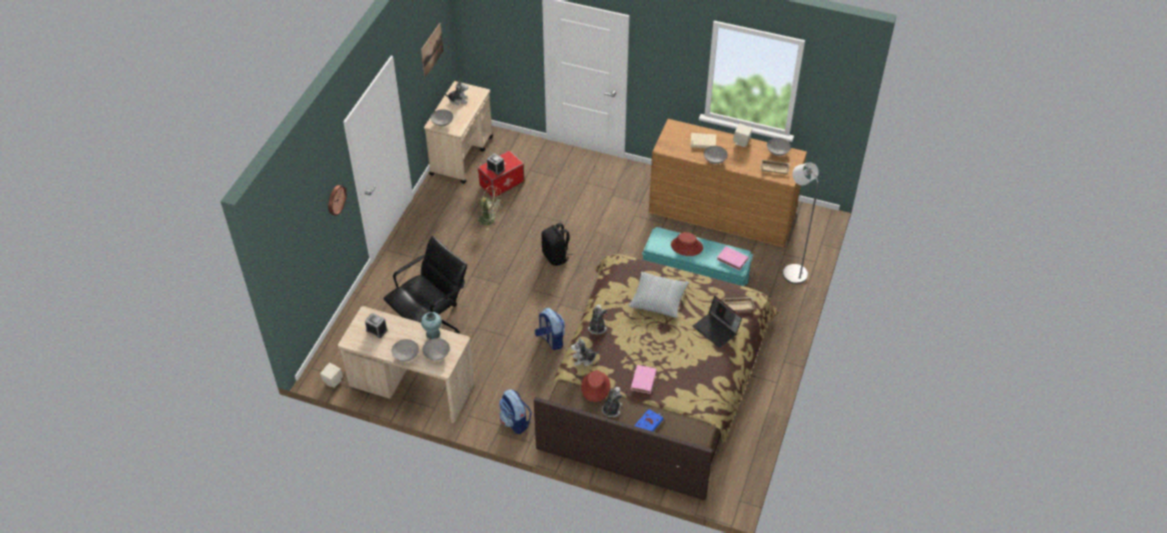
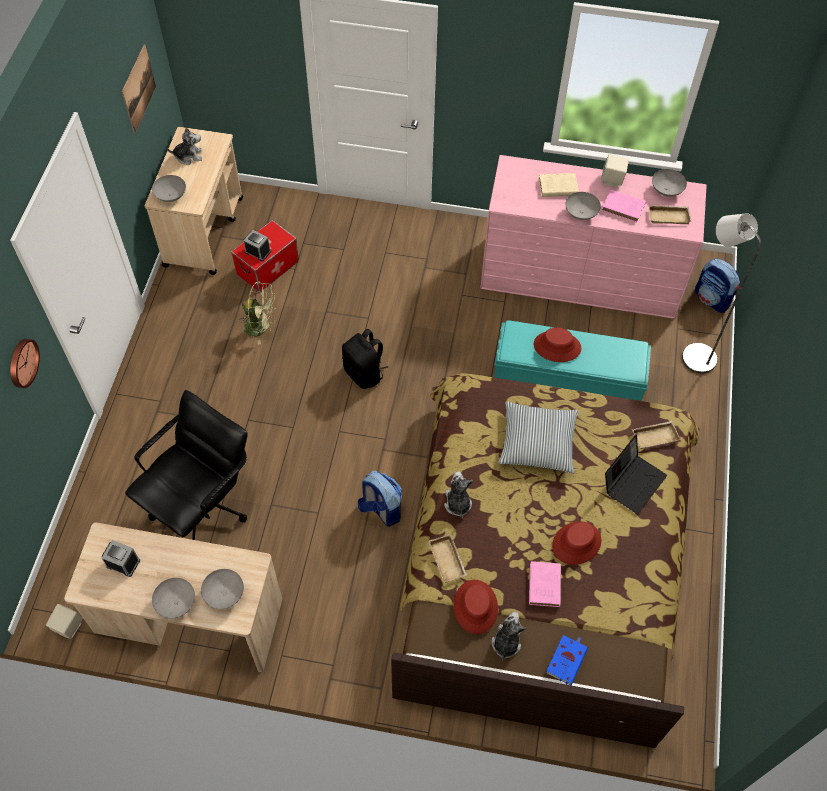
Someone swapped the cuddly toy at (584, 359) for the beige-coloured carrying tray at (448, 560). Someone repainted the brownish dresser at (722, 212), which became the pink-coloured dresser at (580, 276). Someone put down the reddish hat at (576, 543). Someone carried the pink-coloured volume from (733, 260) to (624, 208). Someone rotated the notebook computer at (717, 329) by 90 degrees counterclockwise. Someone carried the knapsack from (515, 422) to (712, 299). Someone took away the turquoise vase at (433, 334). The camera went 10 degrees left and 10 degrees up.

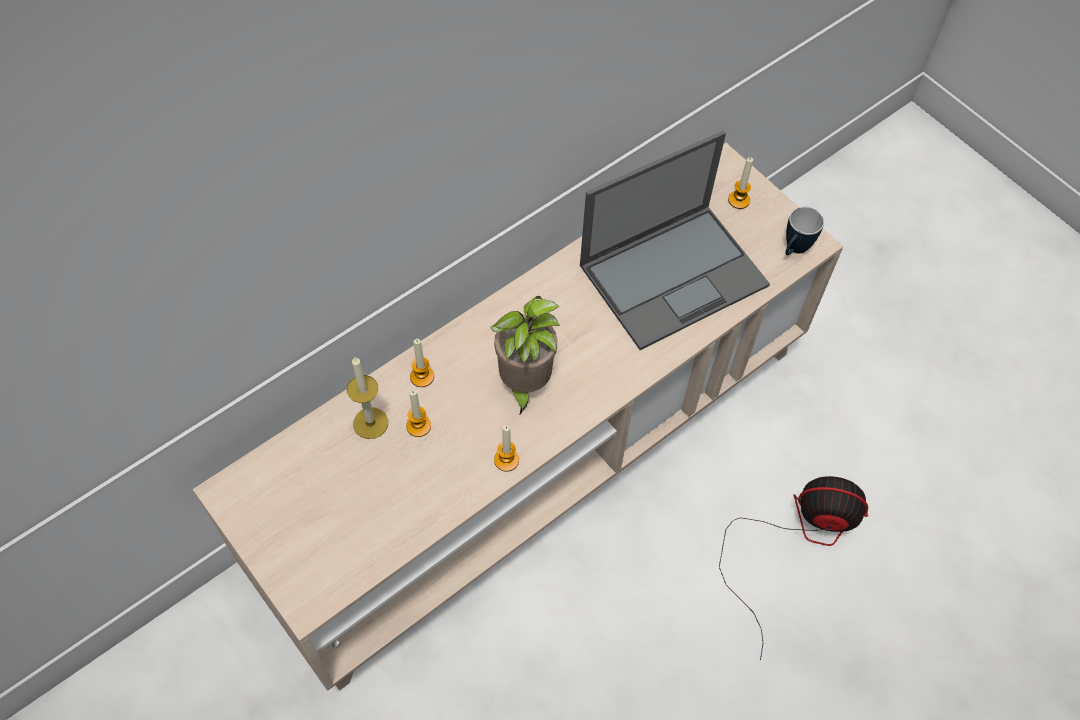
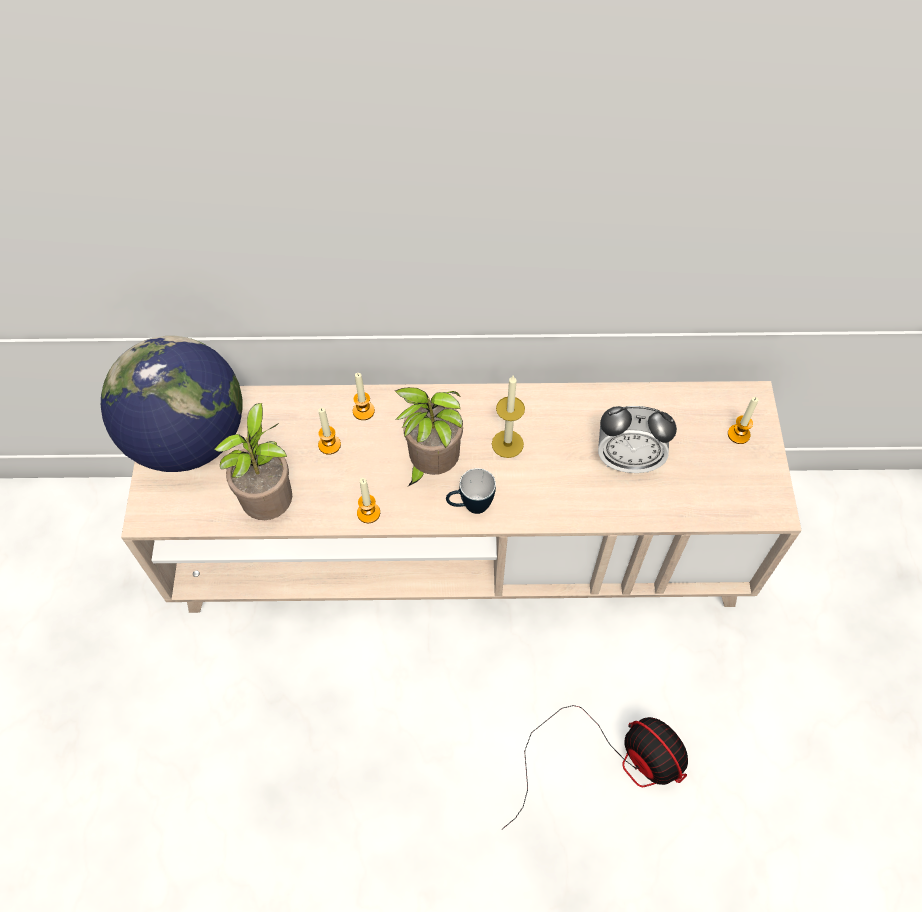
Someone put down the world globe at (189, 439). Someone put down the plant in a pot at (272, 504). Someone carried the coffee mug from (793, 250) to (470, 506). Someone carried the candle from (370, 423) to (507, 444). Someone swapped the notebook computer at (675, 274) for the table clock at (628, 459). The camera went 40 degrees right and 0 degrees up.

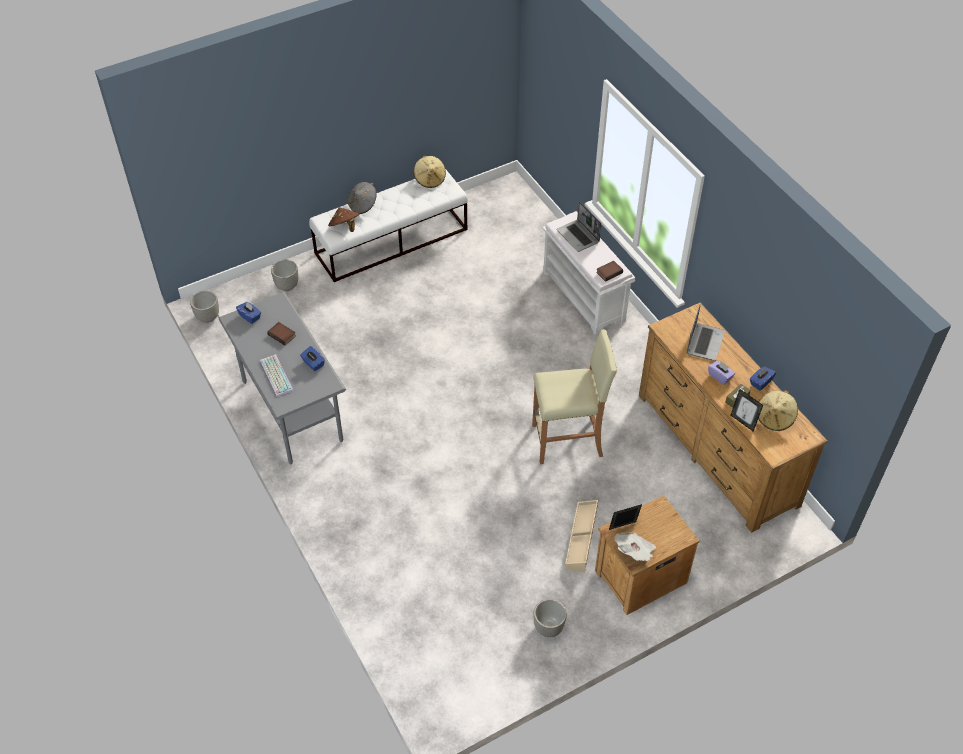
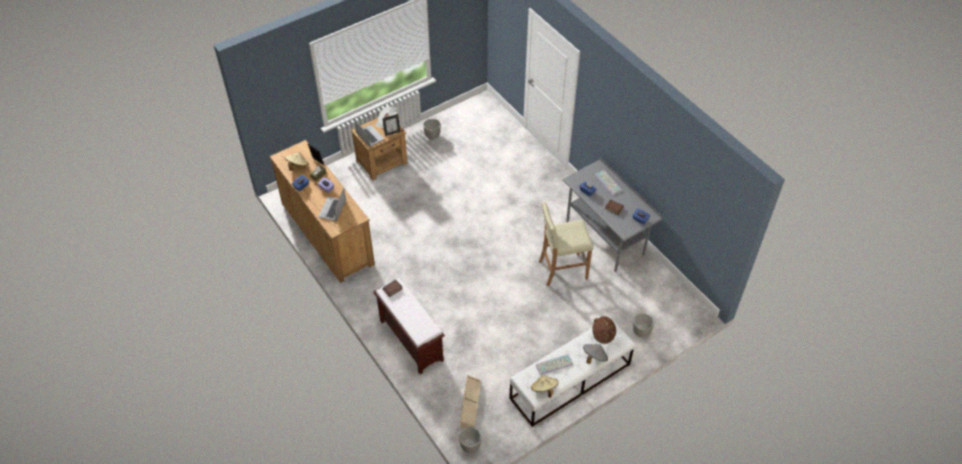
Someone carried the notebook computer from (578, 236) to (369, 136). Someone repainted the whitish bench at (584, 296), which became the brownish bench at (410, 340). Someone carried the plant pot from (208, 317) to (470, 447). Someone carried the beige-coloured storage box from (582, 539) to (470, 404). Someone put down the PC keyboard at (554, 365). Someone carried the beige-coloured stool from (568, 441) to (562, 270). The camera went 175 degrees right and 0 degrees up.

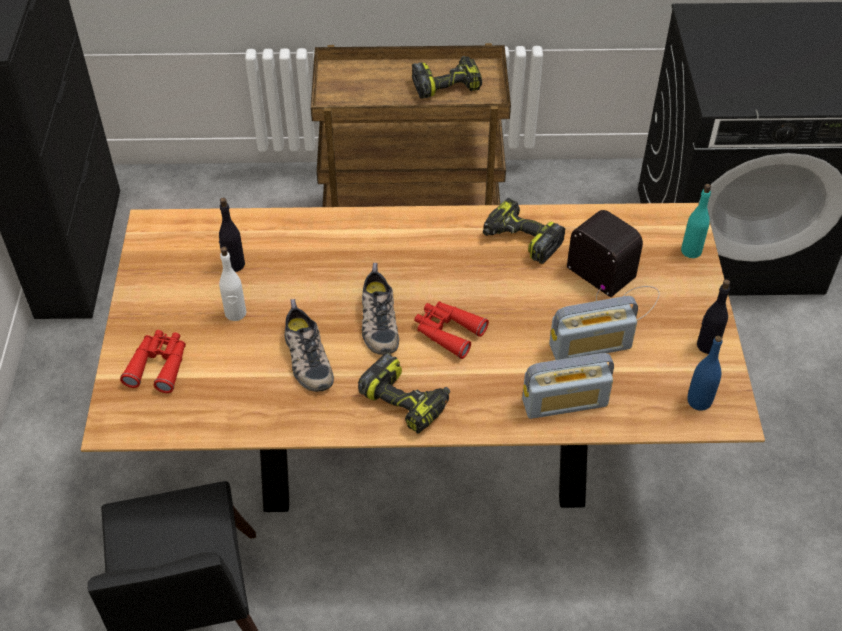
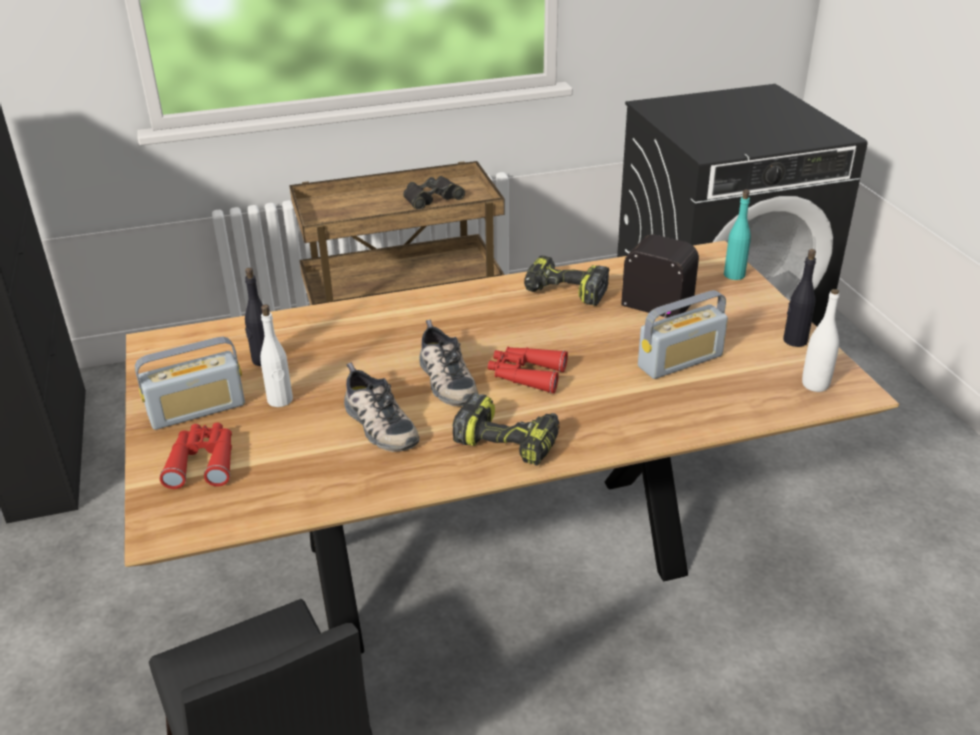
Someone carried the radio set from (565, 402) to (197, 410). Someone swapped the drill at (447, 84) for the black-coloured field glasses at (432, 198). Someone repainted the blue-coloured drink bottle at (699, 401), which became the whitish drink bottle at (815, 385). The camera went 15 degrees left and 15 degrees down.

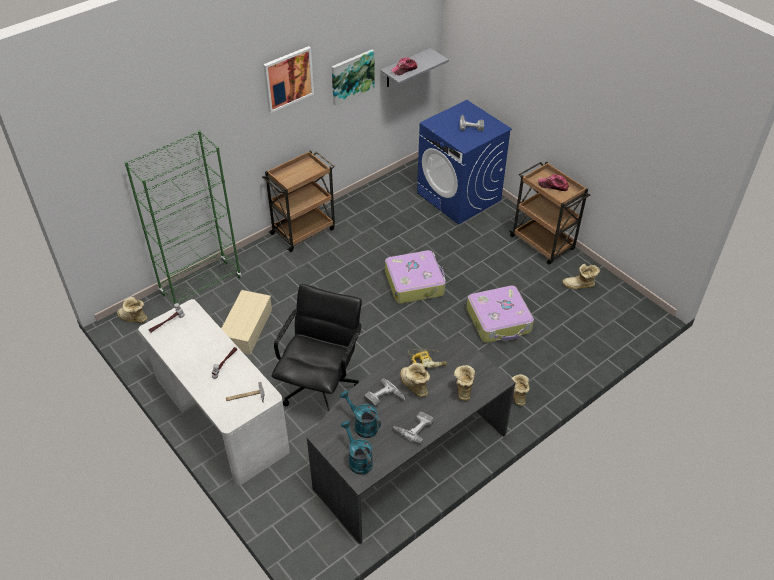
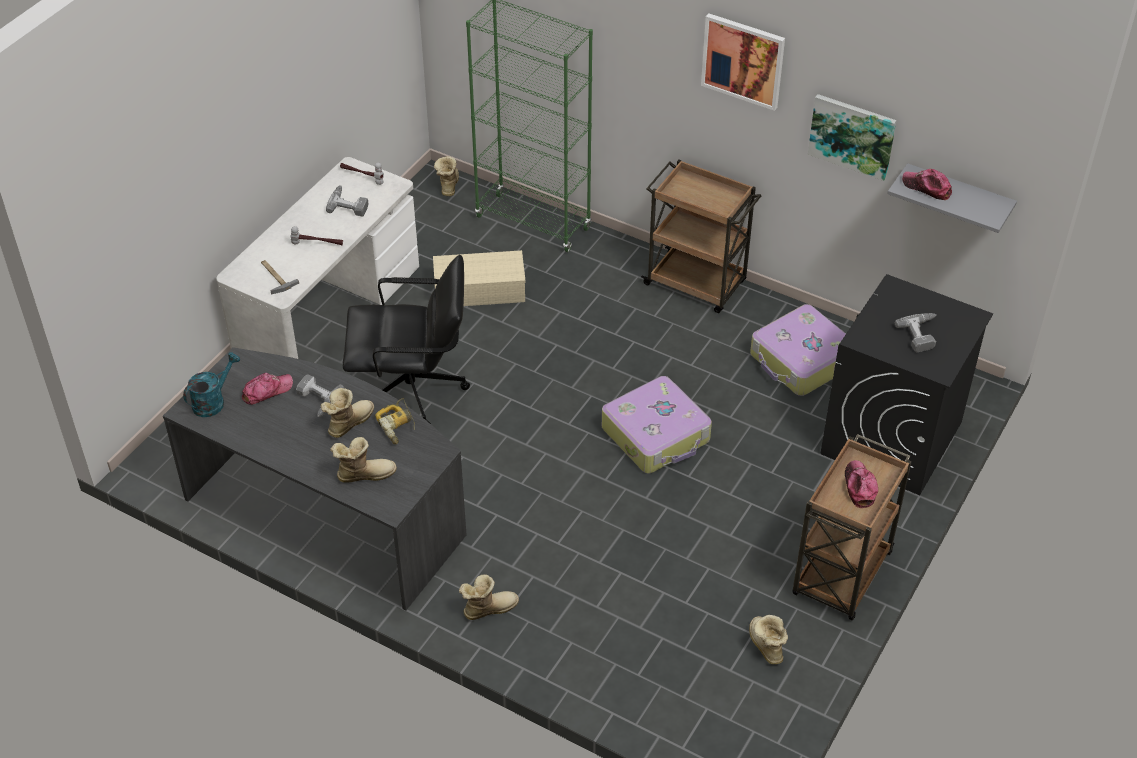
Someone swapped the turquoise sprinkling can at (362, 425) for the baseball cap at (267, 391). Someone carried the drill from (413, 428) to (349, 204). Someone carried the piece of luggage from (499, 321) to (801, 361). Someone repainted the blue-coloured laundry machine at (459, 196), which became the black-coloured laundry machine at (891, 438). The camera went 70 degrees right and 0 degrees up.

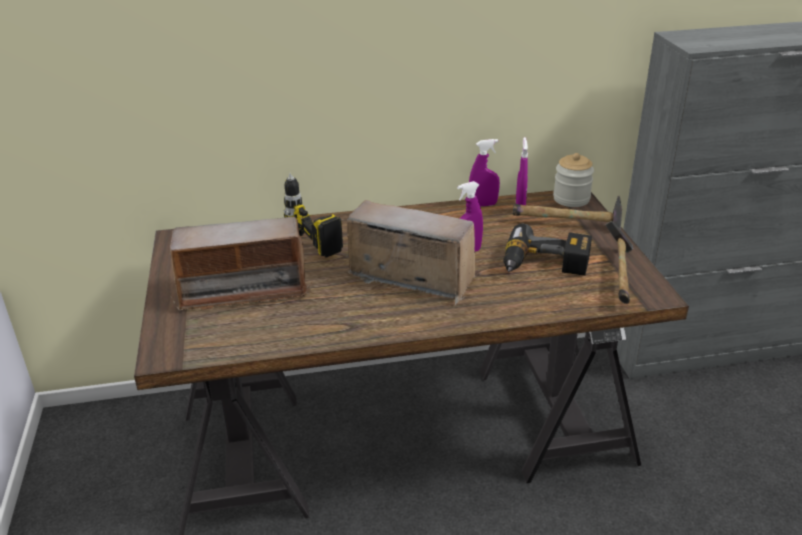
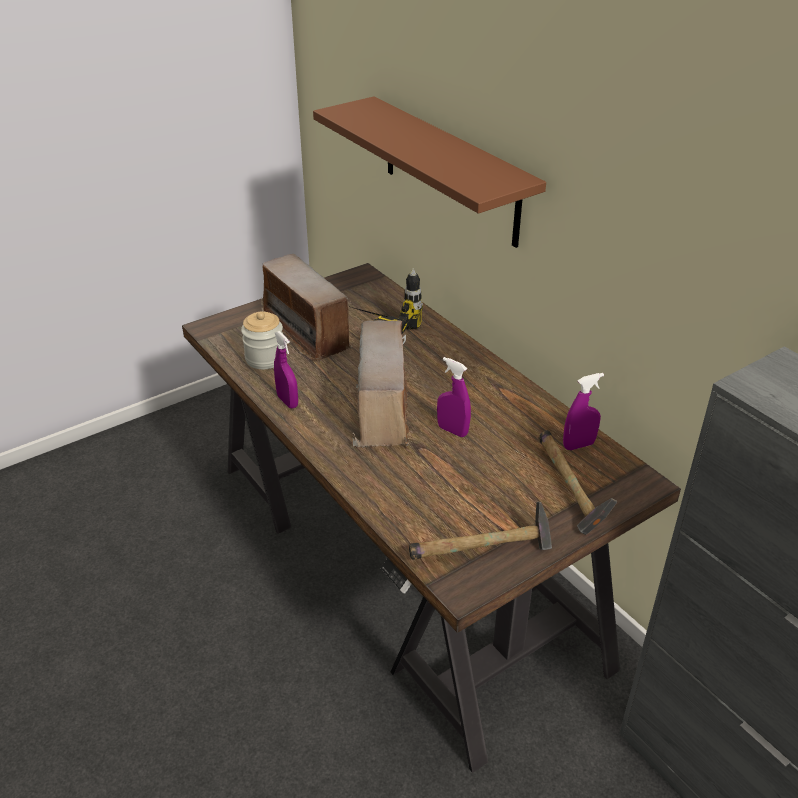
Someone carried the jar from (571, 199) to (265, 358). Someone carried the purple spray bottle from (483, 205) to (287, 401). Someone put up the brownish bracket shelf at (450, 171). Someone took away the drill at (544, 266). The camera went 65 degrees right and 5 degrees up.

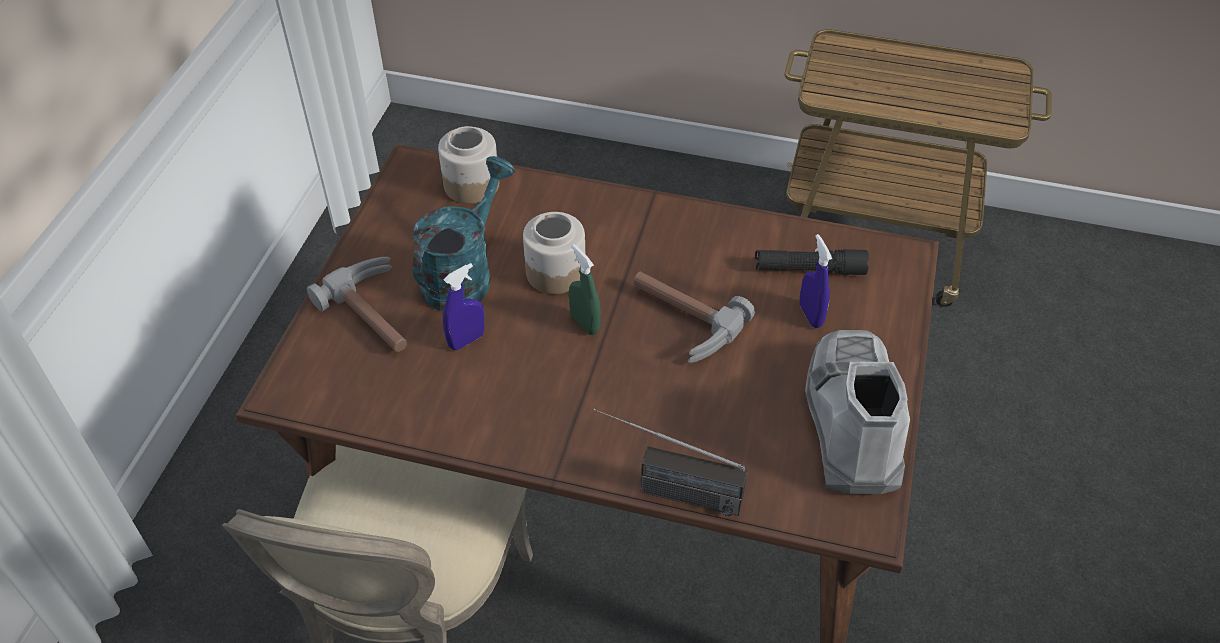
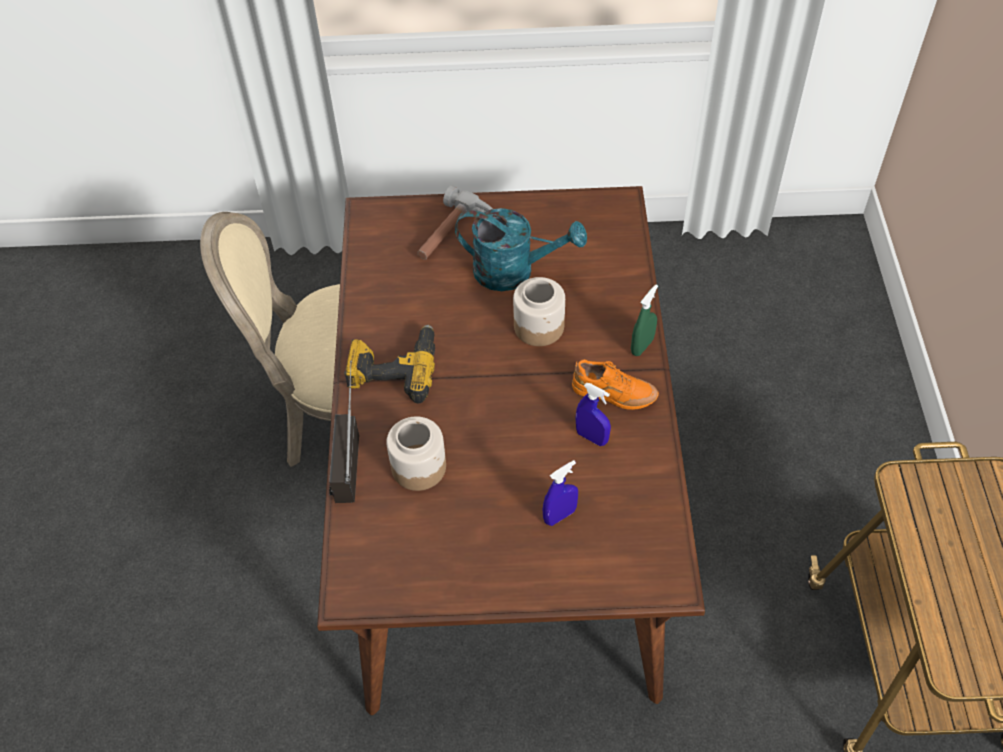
Someone put down the drill at (394, 368). Someone carried the jar from (471, 185) to (419, 466). Someone put down the orangey item of footwear at (614, 396). Someone carried the blue-coloured spray bottle from (466, 340) to (591, 437). Someone carried the green-coloured spray bottle from (584, 323) to (642, 346). Someone took away the hammer at (679, 322). Someone took away the black-coloured torch at (809, 269). Someone took away the greyish high-top boot at (852, 421). The camera went 75 degrees right and 5 degrees up.

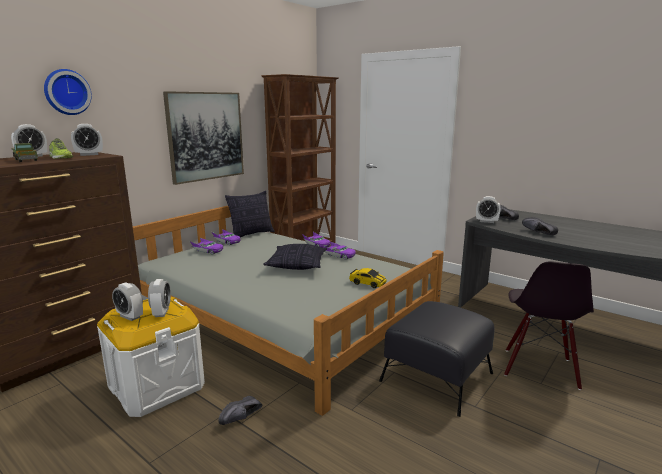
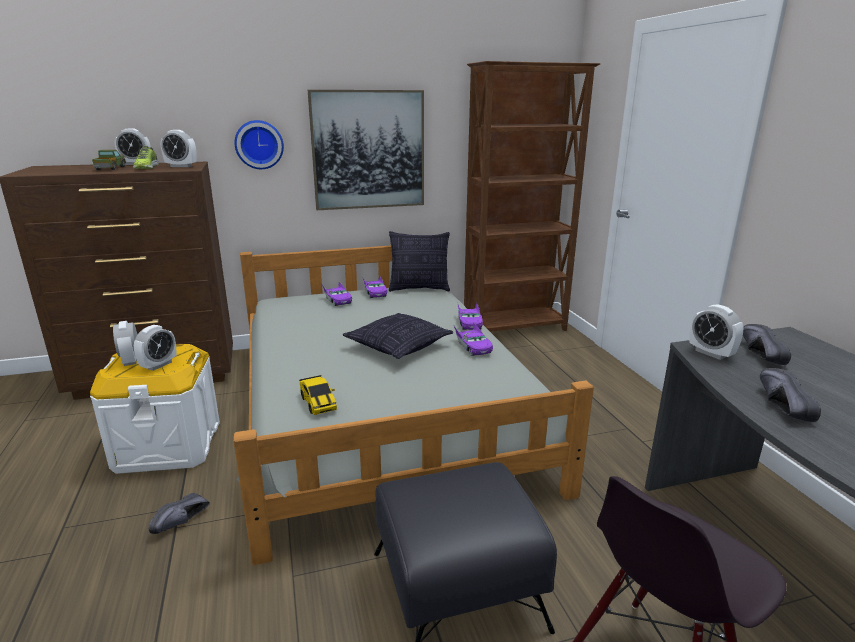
Someone rotated the black-coloured item of footwear at (242, 418) by 45 degrees counterclockwise. Someone carried the wall clock from (66, 92) to (259, 144). Someone carried the miniature car from (367, 283) to (318, 403). The camera went 35 degrees right and 5 degrees up.

